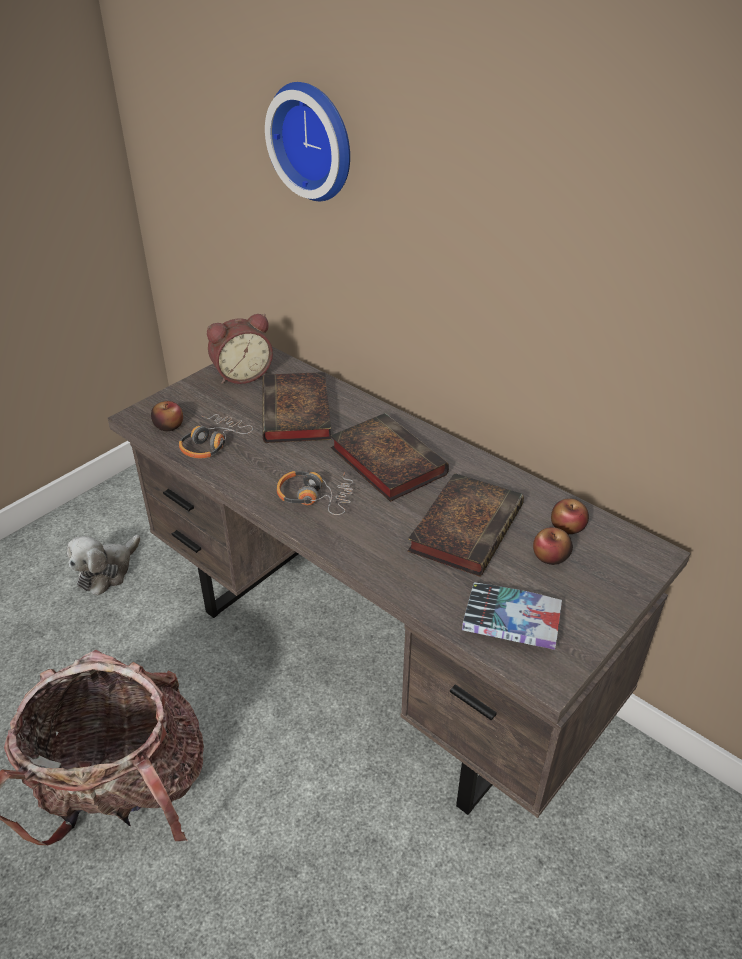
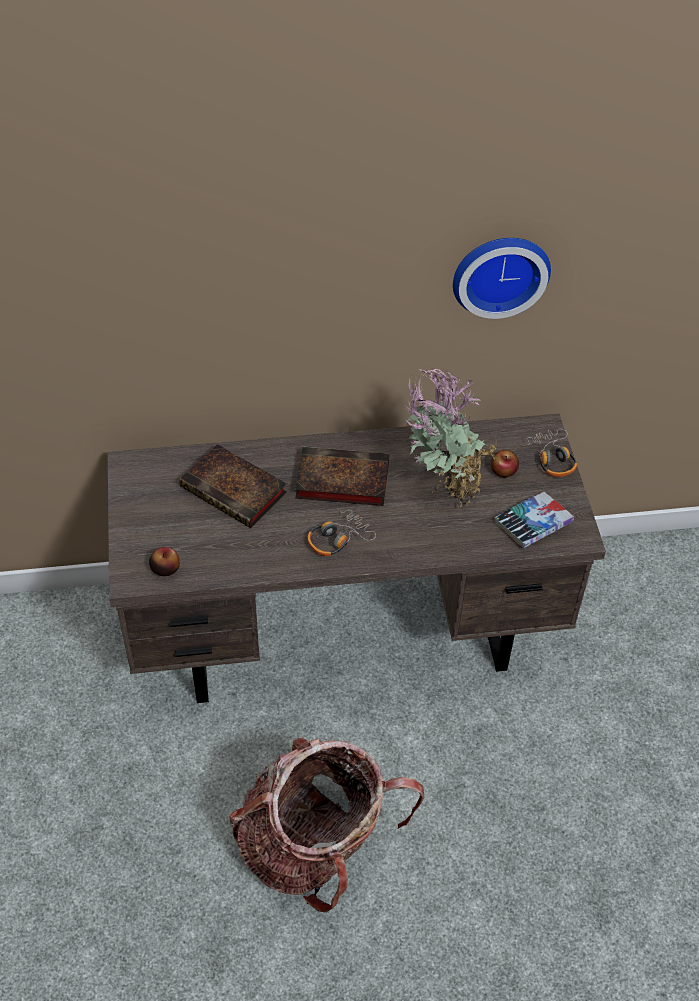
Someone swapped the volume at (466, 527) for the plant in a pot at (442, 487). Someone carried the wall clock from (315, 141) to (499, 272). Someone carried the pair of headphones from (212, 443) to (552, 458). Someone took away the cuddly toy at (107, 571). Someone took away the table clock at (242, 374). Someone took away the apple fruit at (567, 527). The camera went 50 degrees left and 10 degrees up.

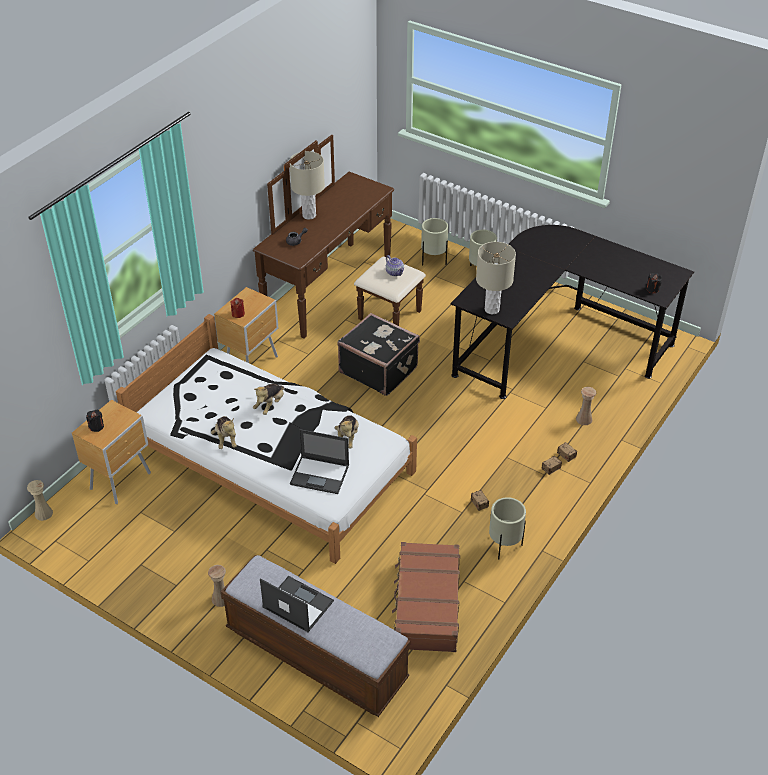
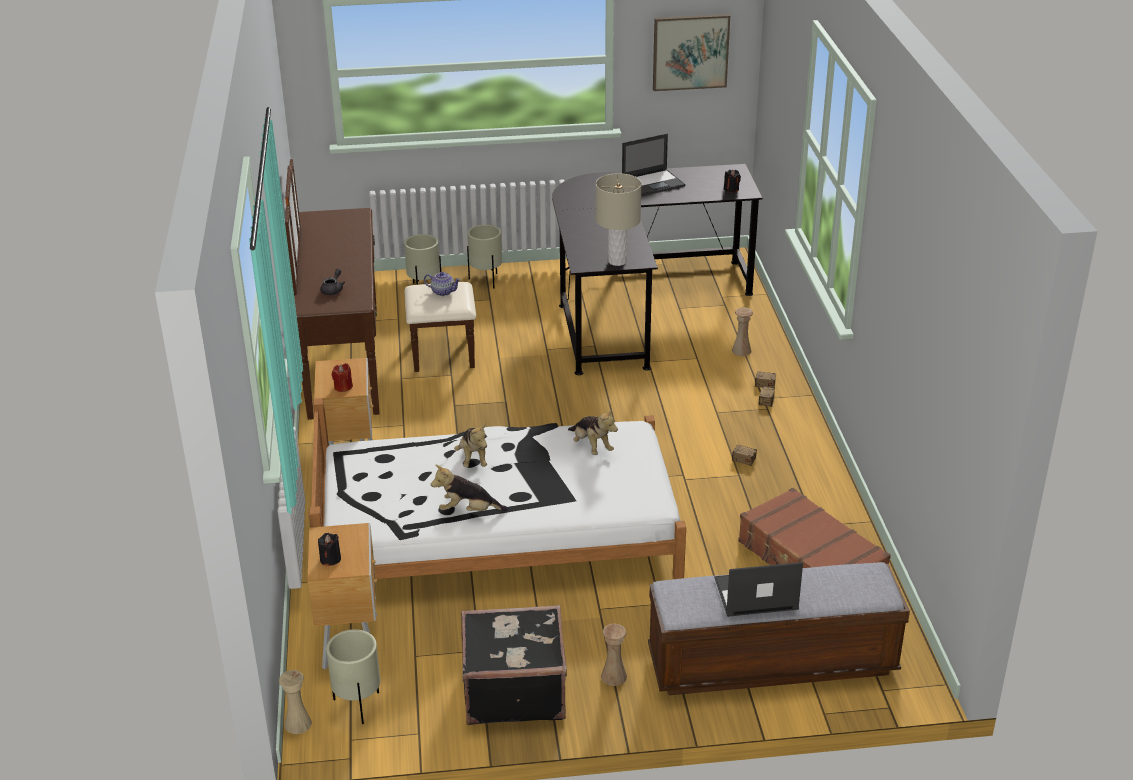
Someone carried the beige-coloured plant pot from (504, 546) to (358, 706). Someone rotated the cuddly toy at (226, 439) by 150 degrees clockwise. Someone carried the black-coloured piece of luggage from (379, 369) to (513, 690). Someone carried the notebook computer from (320, 475) to (653, 183). Someone put up the wall picture at (690, 52). Someone took away the beige-coloured lamp for a table at (309, 215). The camera went 40 degrees left and 10 degrees down.

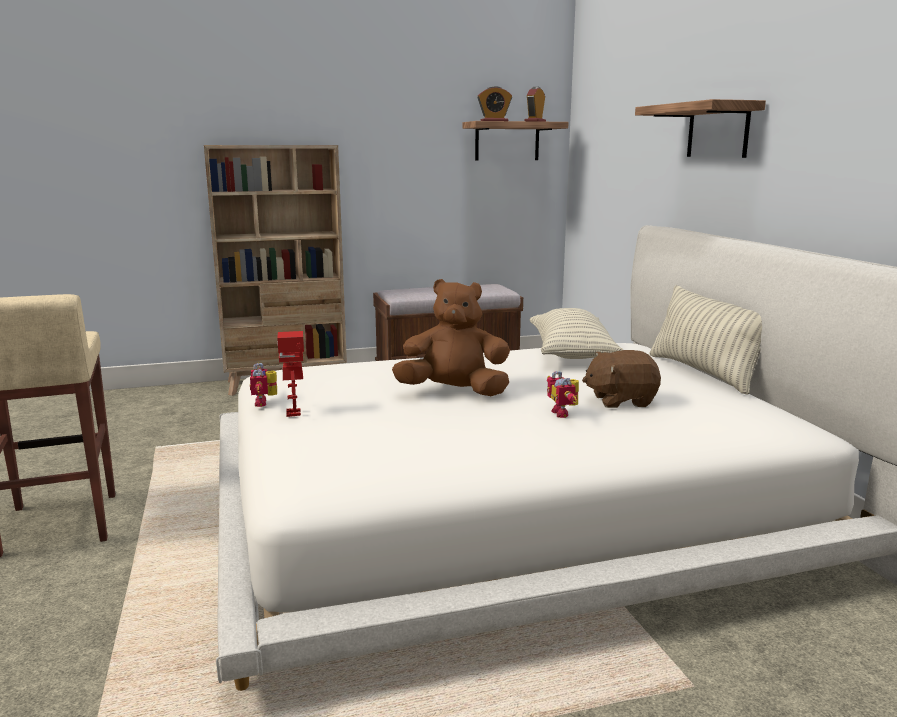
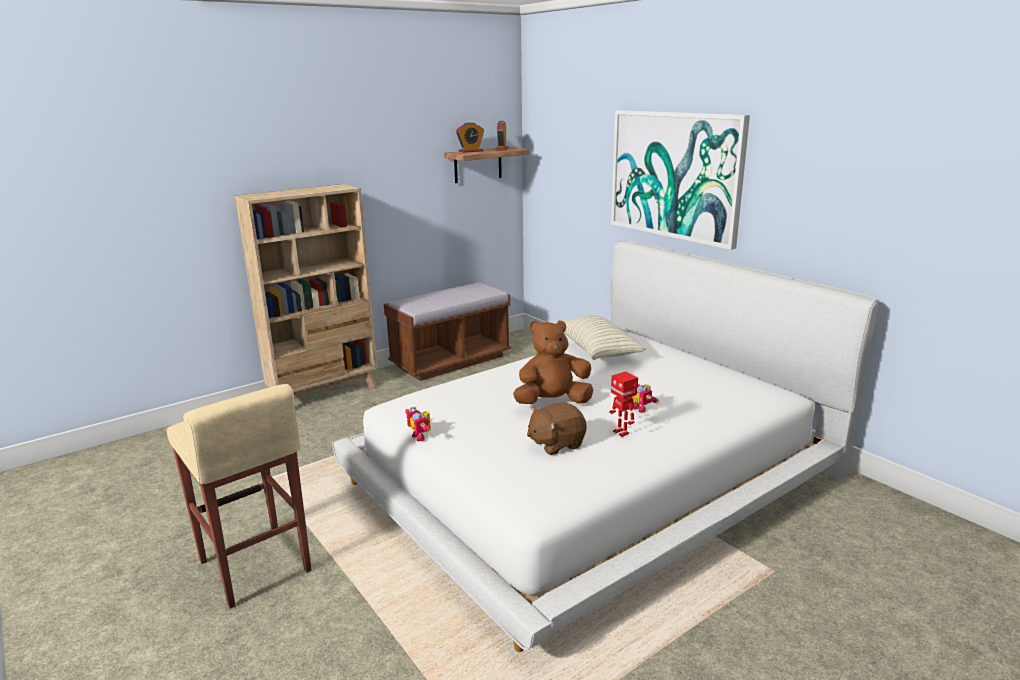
Someone carried the brownish cuddly toy from (620, 400) to (556, 444). Someone carried the model robot from (294, 413) to (621, 432). Someone swapped the bracket shelf at (718, 131) for the wall picture at (675, 175). Someone took away the pillow at (703, 372). The camera went 20 degrees left and 5 degrees up.

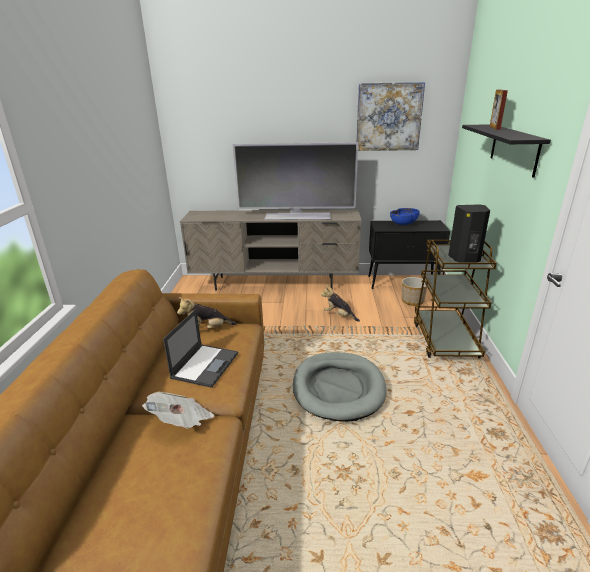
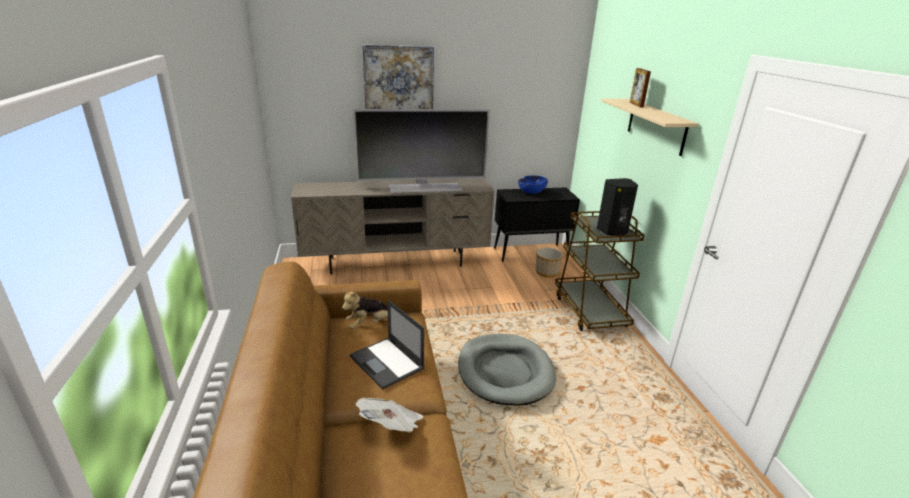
Someone rotated the notebook computer at (205, 365) by 135 degrees clockwise. Someone carried the wall picture from (388, 117) to (398, 82). Someone repainted the black-coloured bracket shelf at (514, 149), which became the beige-coloured bracket shelf at (656, 126). Someone took away the cuddly toy at (339, 316). The camera went 15 degrees left and 0 degrees up.

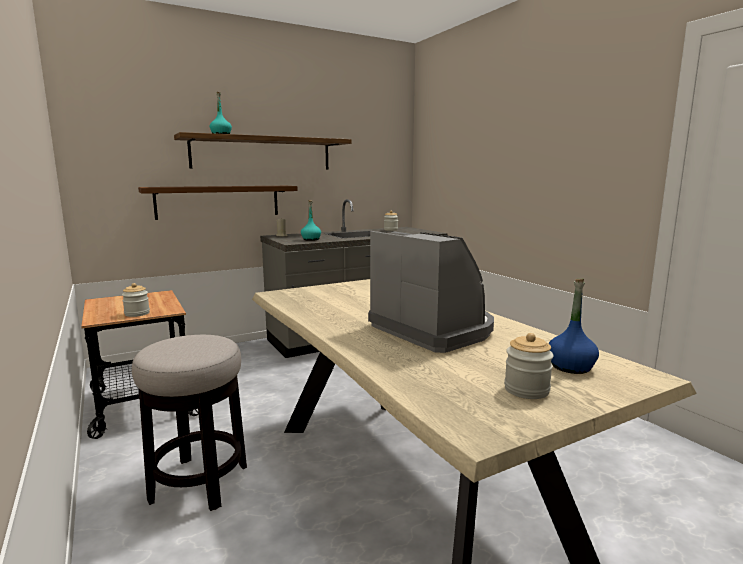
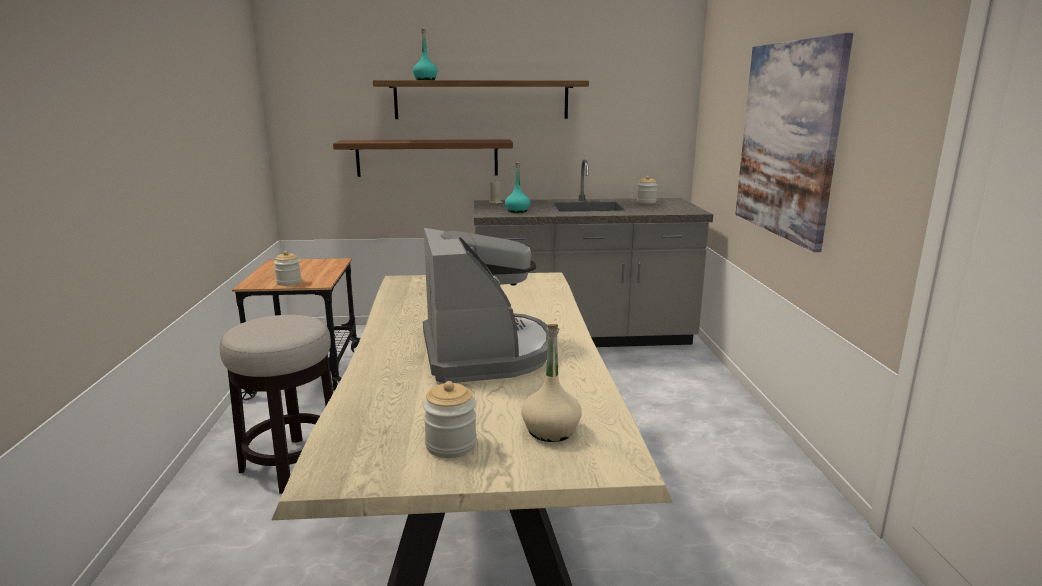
Someone repainted the blue-coloured drink bottle at (570, 367), which became the beige-coloured drink bottle at (550, 431). Someone put up the wall picture at (787, 140). The camera went 25 degrees right and 5 degrees up.

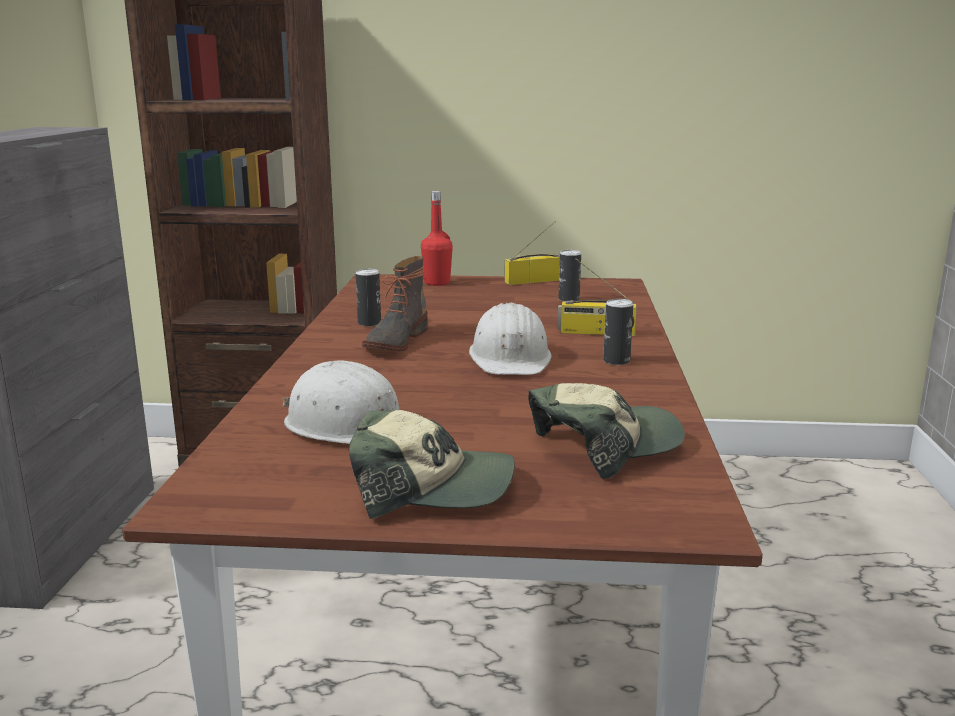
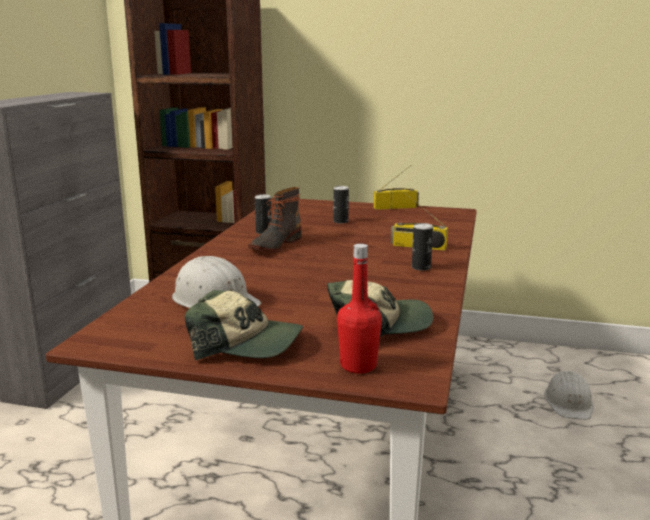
Someone carried the can from (569, 299) to (340, 221). Someone carried the reddish drink bottle from (437, 283) to (358, 366). Someone carried the whitish hard hat from (510, 358) to (569, 402). The camera went 10 degrees right and 0 degrees up.

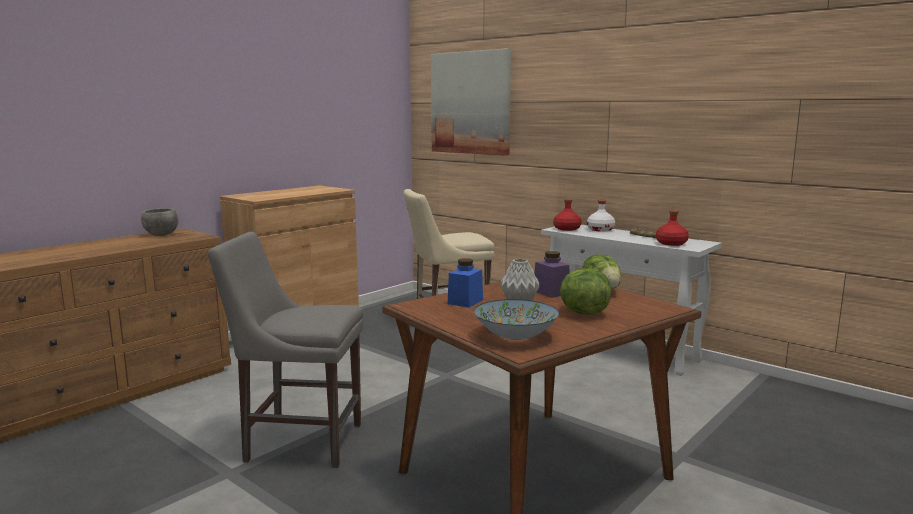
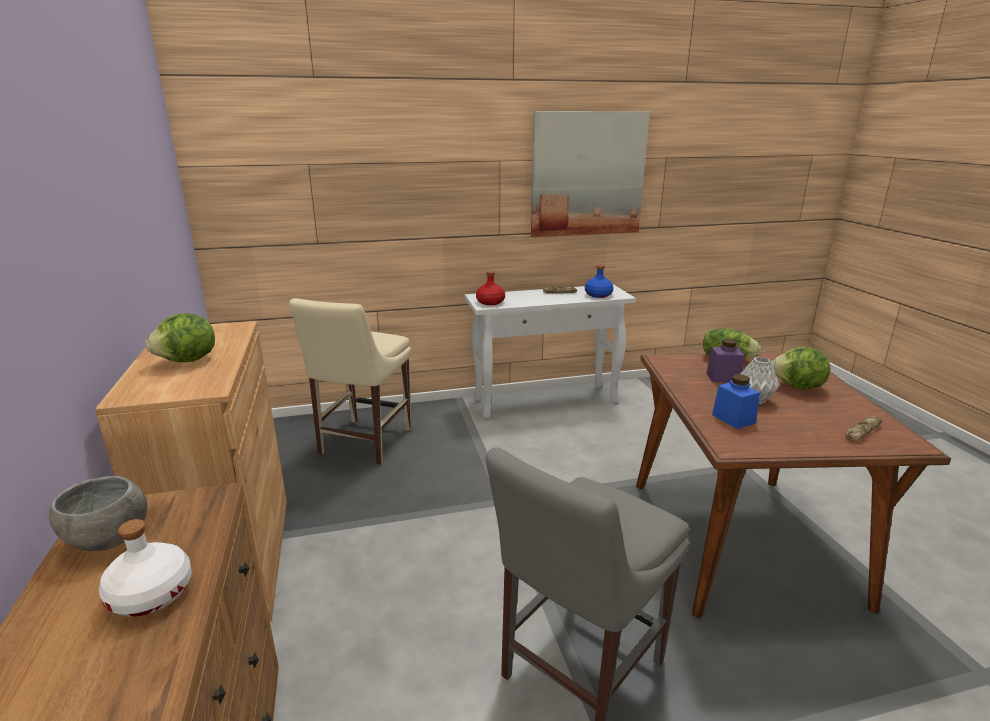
Someone carried the whitish drink bottle from (601, 229) to (152, 594). Someone put down the lettuce at (188, 361). Someone carried the wall picture from (470, 103) to (587, 174). Someone repainted the reddish drink bottle at (671, 243), which became the blue-coloured drink bottle at (598, 295). Someone swapped the serving bowl at (515, 336) for the baked bread at (861, 432). The camera went 55 degrees left and 10 degrees up.

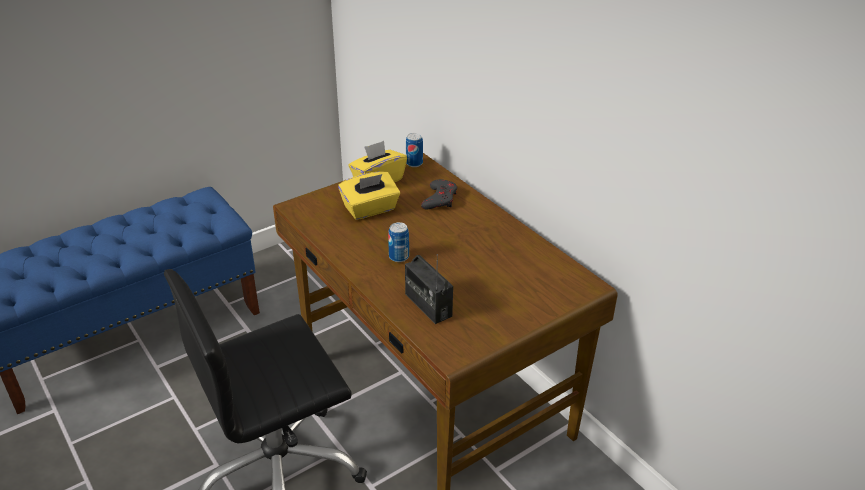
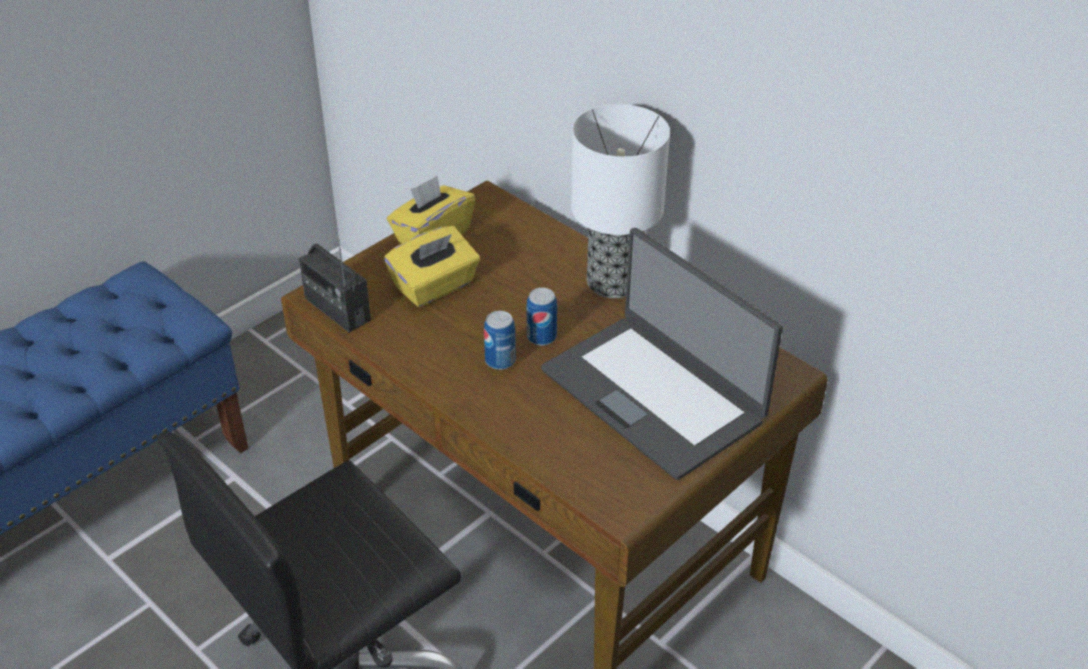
Someone carried the radio set from (428, 305) to (337, 309). Someone carried the can from (414, 163) to (541, 337). Someone put down the notebook computer at (654, 394). Someone put down the lamp for a table at (615, 282). Someone took away the greyish gamepad at (440, 199). The camera went 10 degrees left and 5 degrees up.

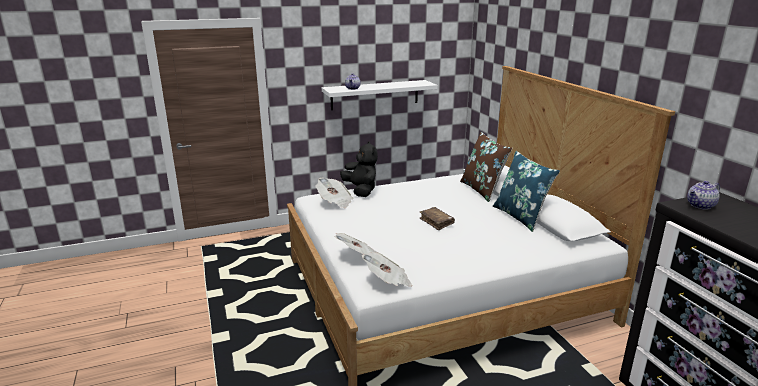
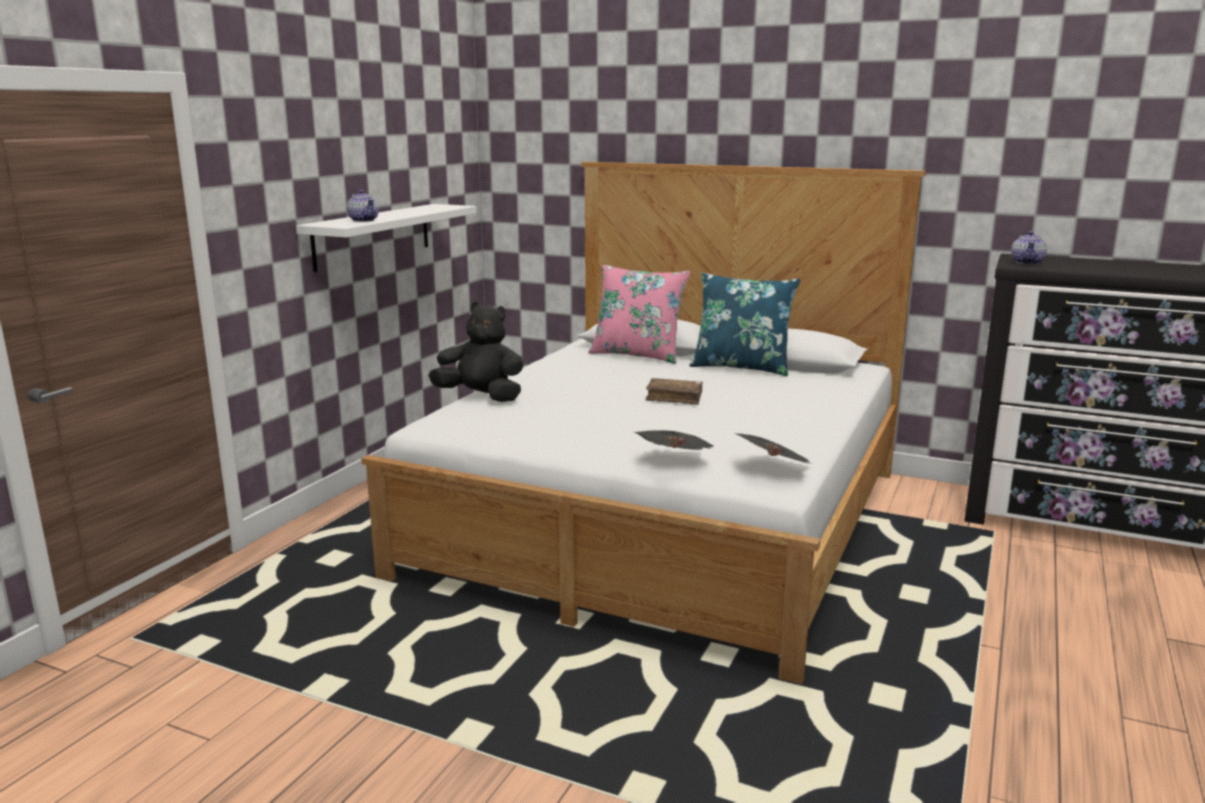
Someone repainted the brownish pillow at (482, 190), which became the pink-coloured pillow at (637, 355). Someone took away the newspaper at (335, 202). The camera went 45 degrees left and 5 degrees down.

